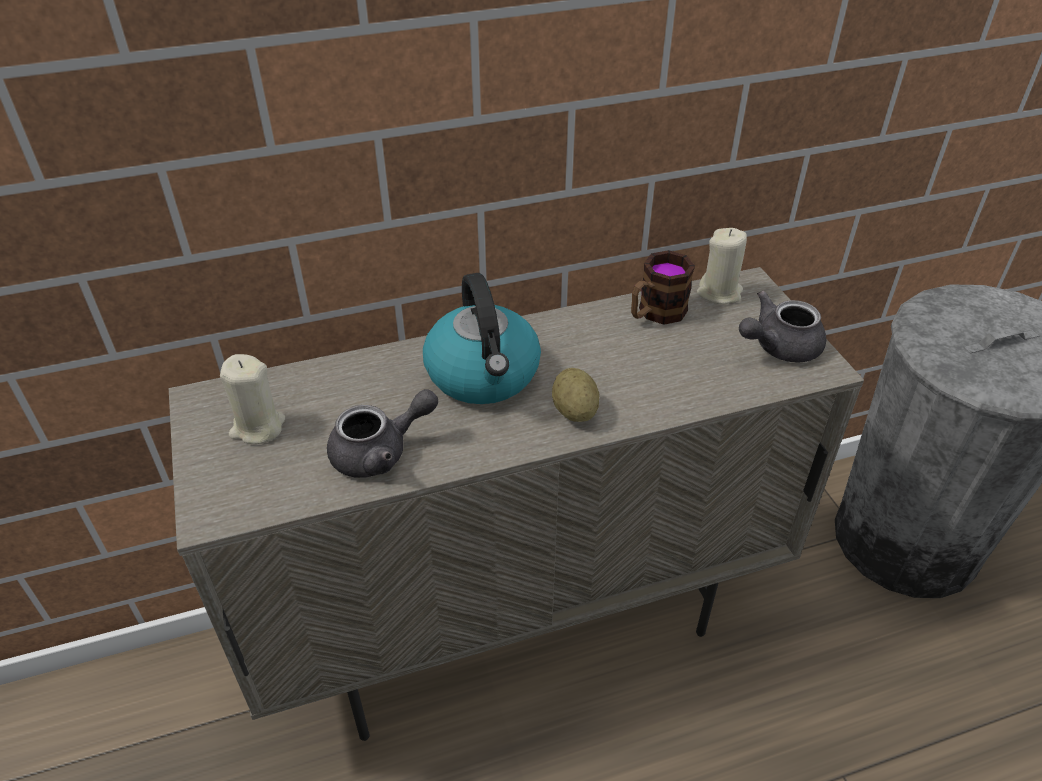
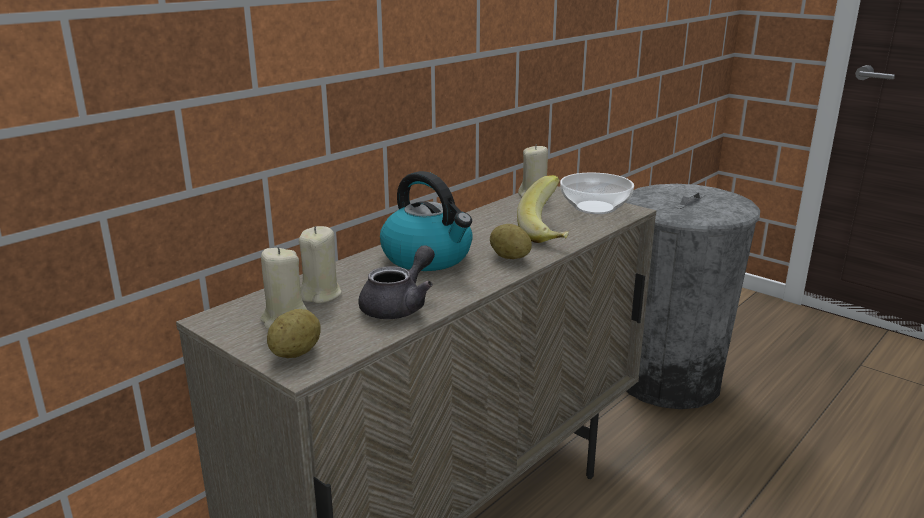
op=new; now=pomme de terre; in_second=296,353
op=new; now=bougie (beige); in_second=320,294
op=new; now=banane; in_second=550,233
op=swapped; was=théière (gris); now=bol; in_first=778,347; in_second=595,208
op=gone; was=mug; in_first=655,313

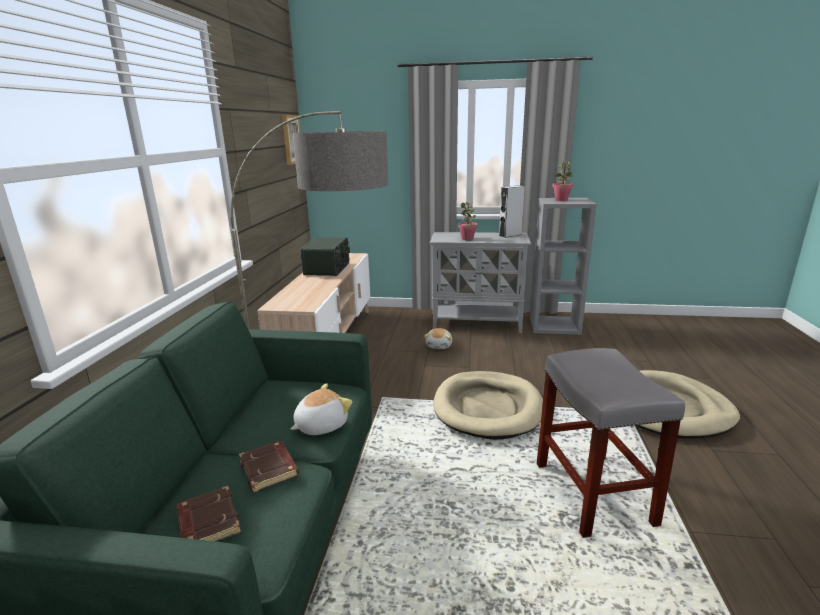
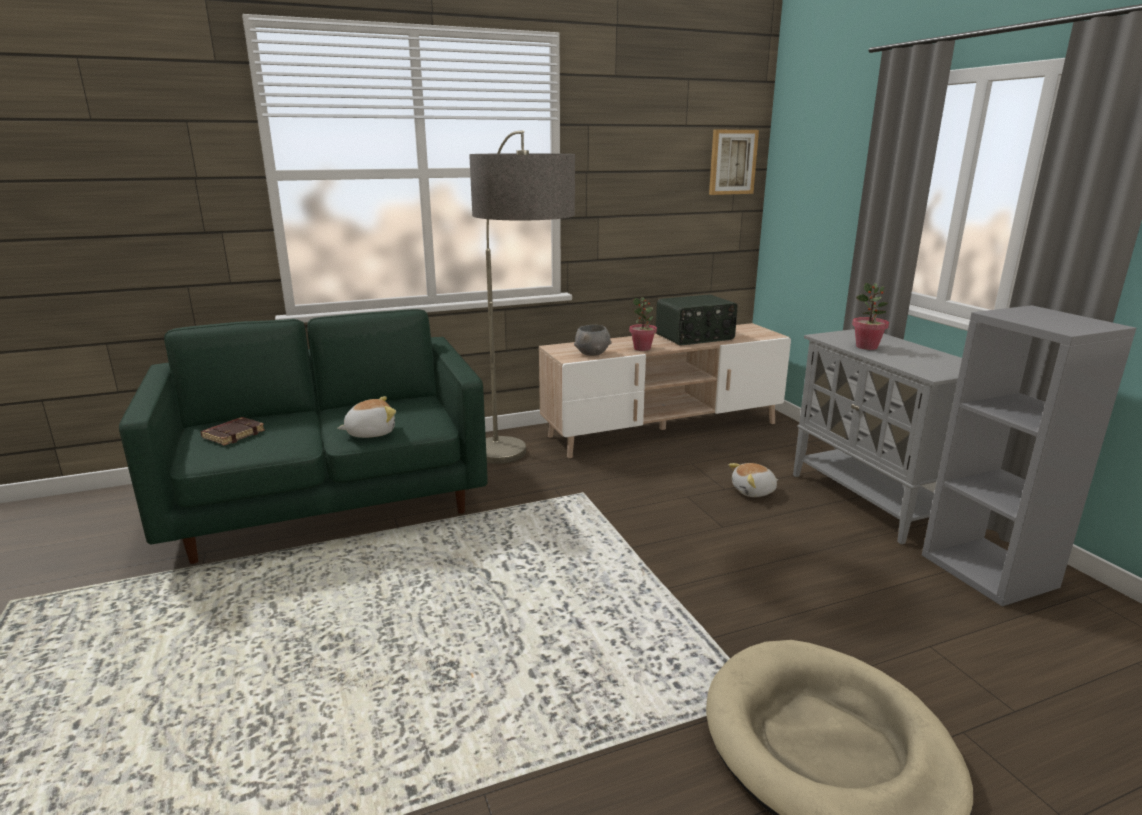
op=rotated; was=peluche; in_first=320,425; in_second=370,432; clockwise=-45
op=new; now=bol (gris); in_second=593,353
op=shifted; was=plante en pot; in_first=561,200; in_second=642,348
op=gone; was=livre (marron); in_first=270,469
op=gone; was=panier pour chien (beige); in_first=488,408
op=gone; was=enceinte (gris); in_first=510,235
op=gone; was=tabouret (gris); in_first=594,493

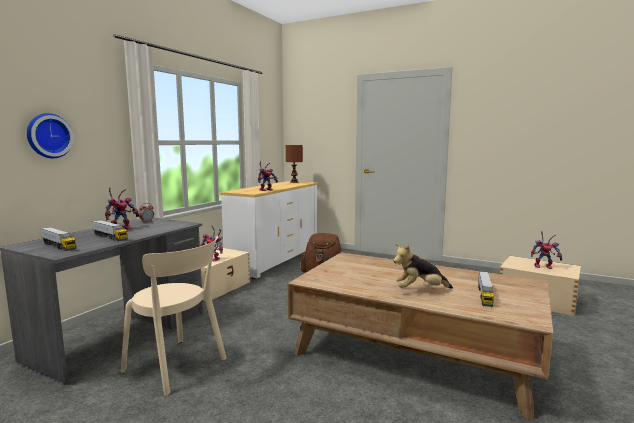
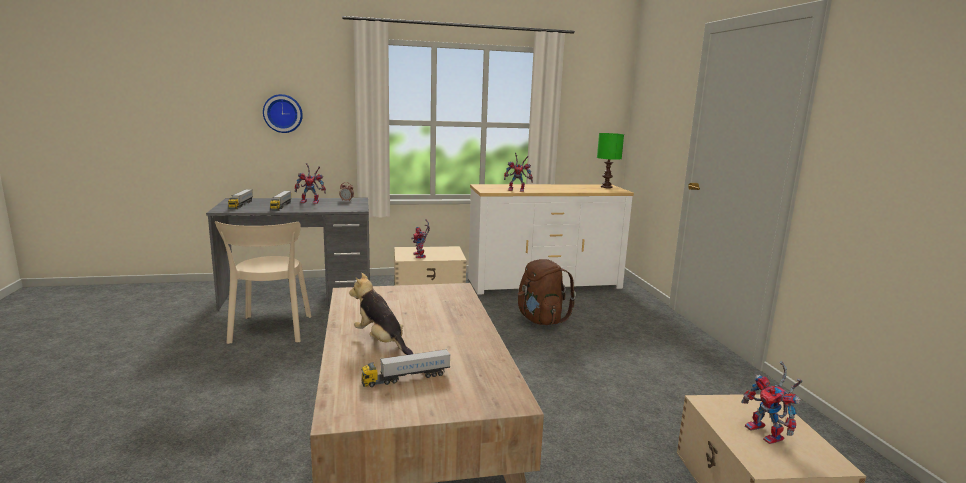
op=repainted; was=lampe de table (marron); now=lampe de table (vert); in_first=294,182; in_second=607,187

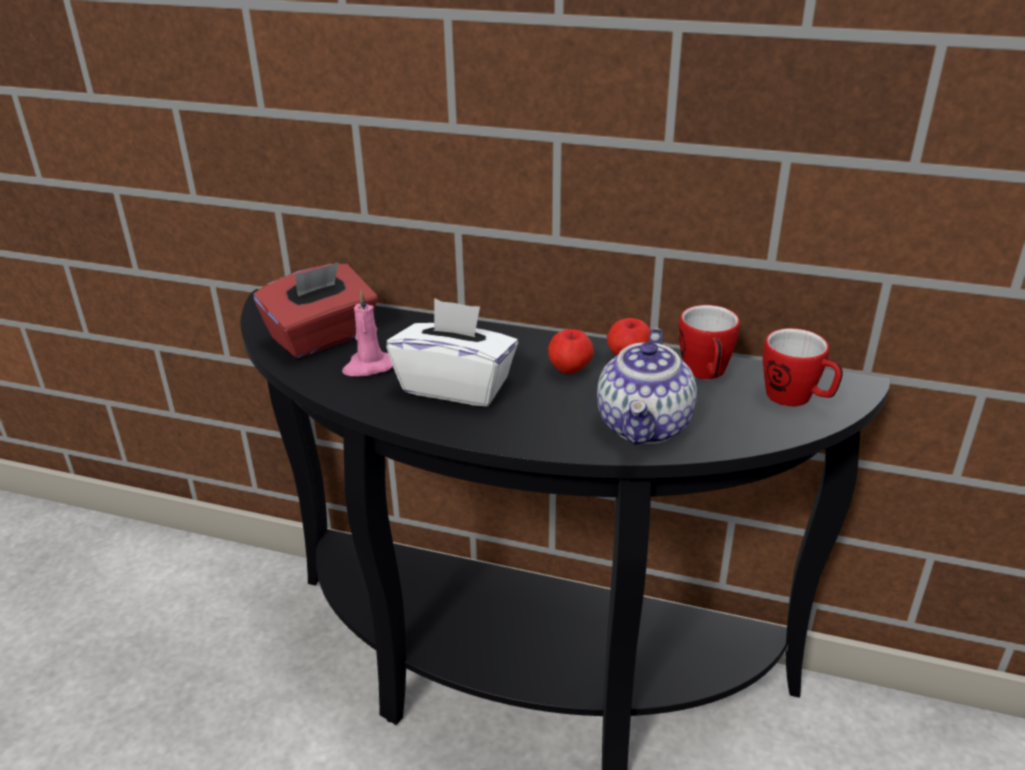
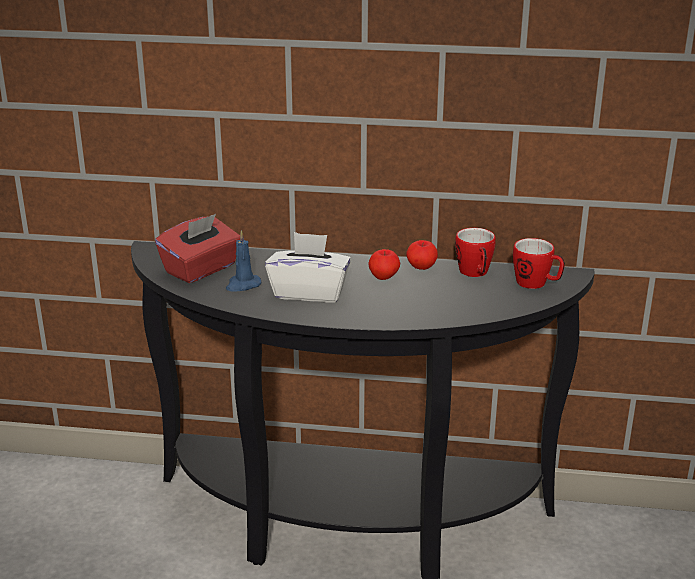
op=repainted; was=bougie (rose); now=bougie (bleu); in_first=367,367; in_second=242,285
op=gone; was=théière; in_first=645,426

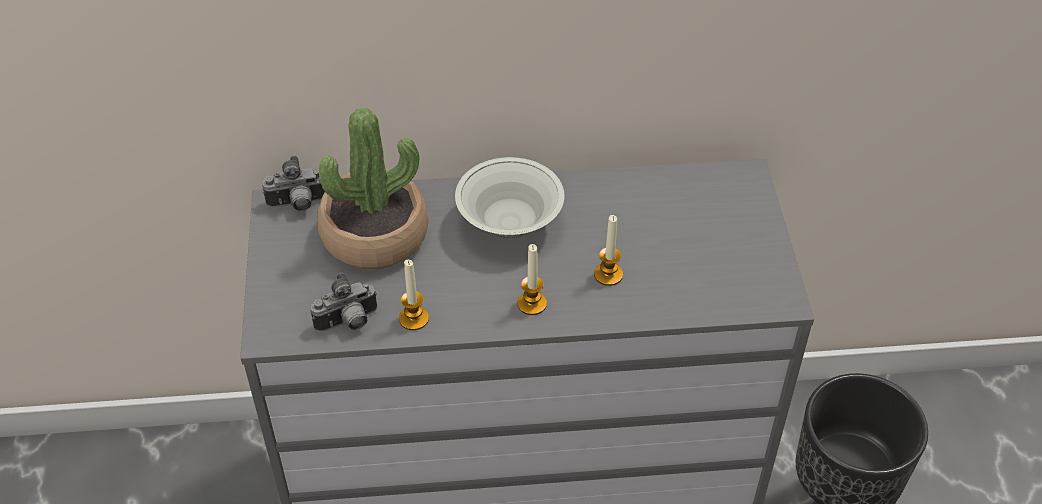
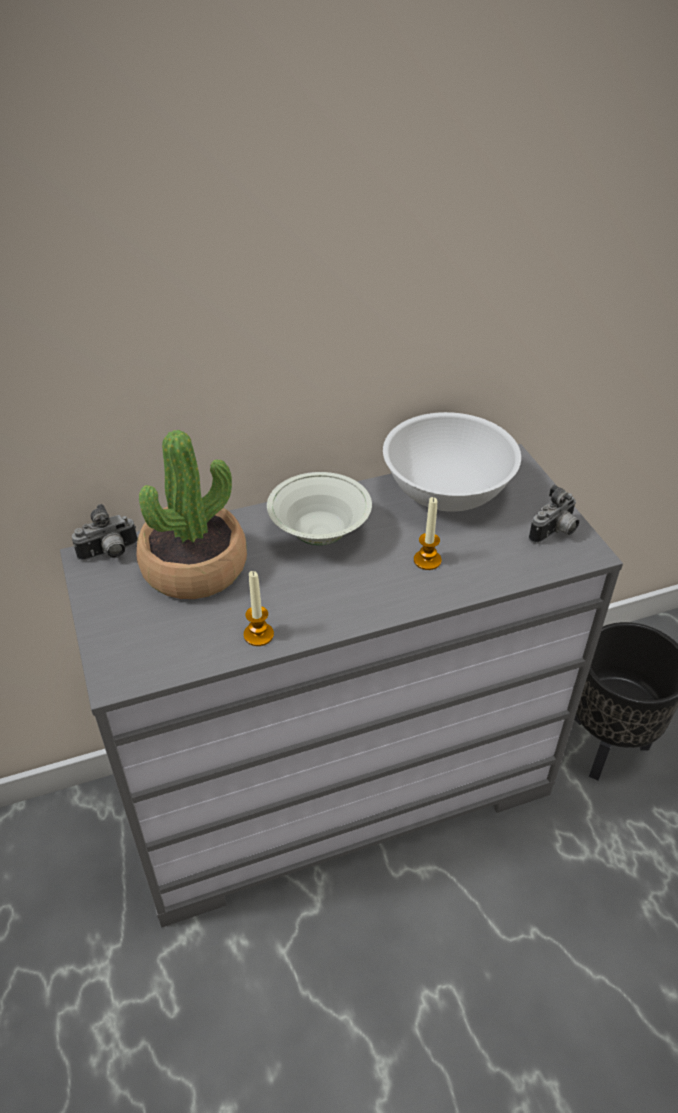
op=new; now=bol (blanc); in_second=446,490
op=shifted; was=appareil photo; in_first=348,323; in_second=555,533
op=gone; was=bougie; in_first=532,303

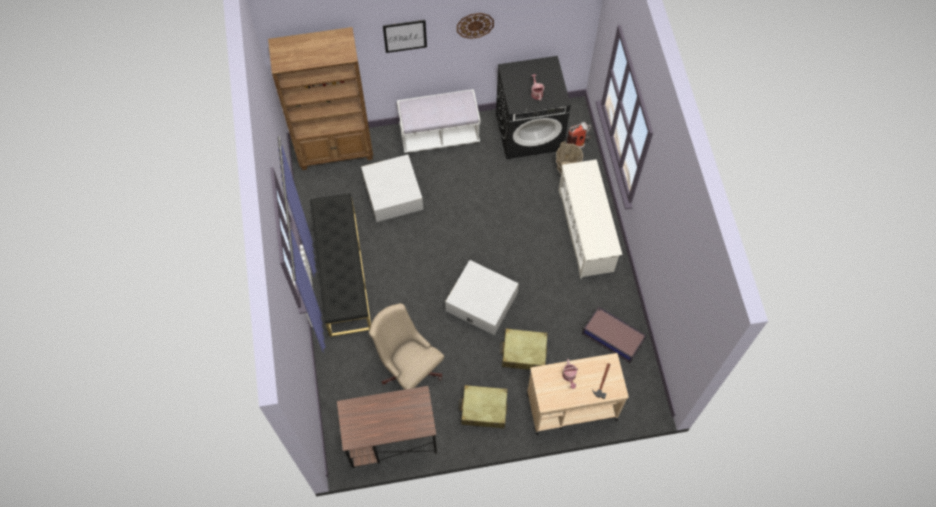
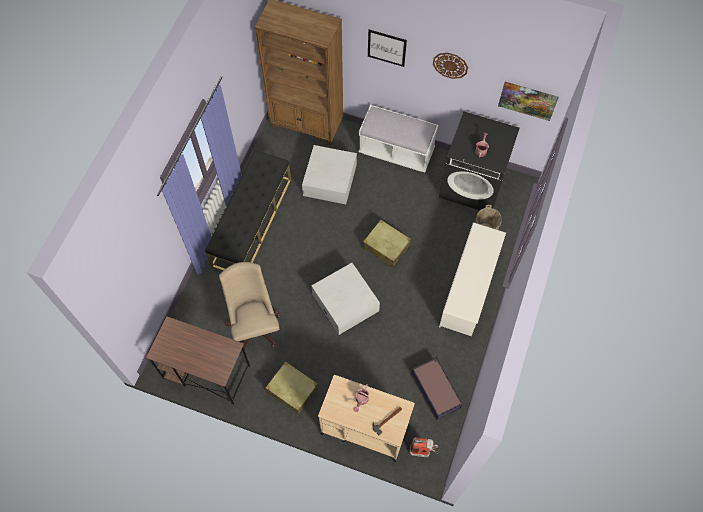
op=shifted; was=valise (beige); in_first=523,352; in_second=386,246
op=shifted; was=extincteur; in_first=578,146; in_second=423,452
op=new; now=tableau; in_second=528,100

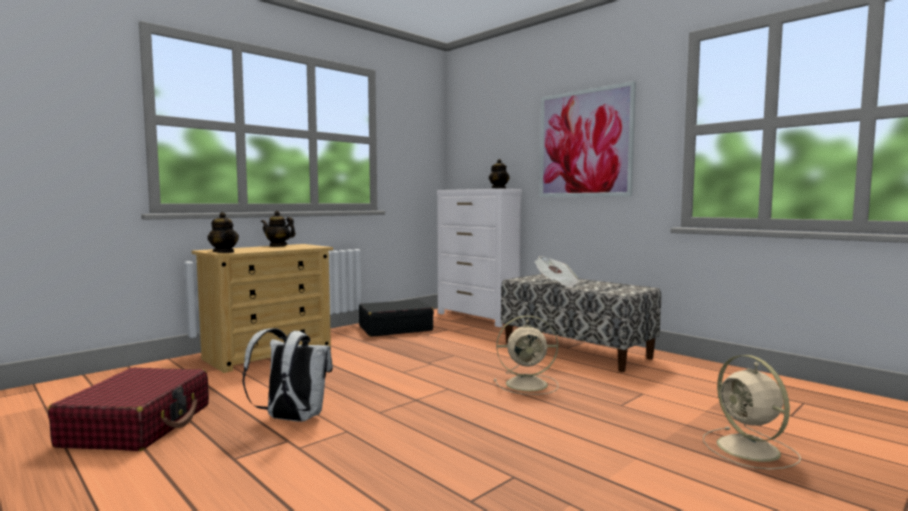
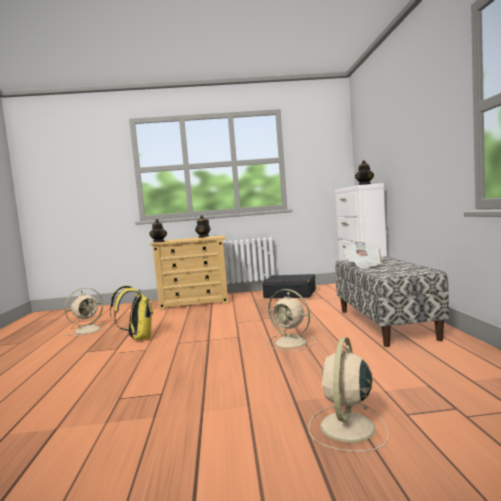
op=swapped; was=valise (rouge); now=ventilateur (beige); in_first=138,425; in_second=88,330
op=repainted; was=sac à dos (blanc); now=sac à dos (jaune); in_first=291,419; in_second=138,338
op=gone; was=tableau; in_first=584,143

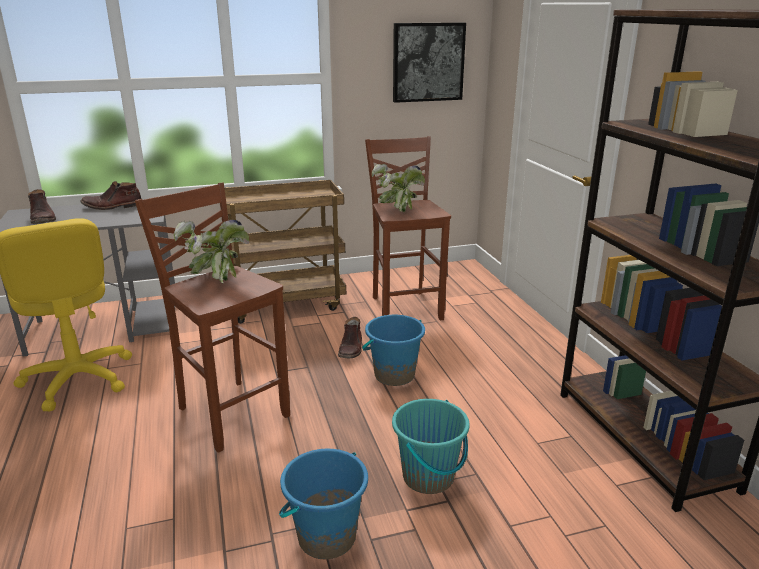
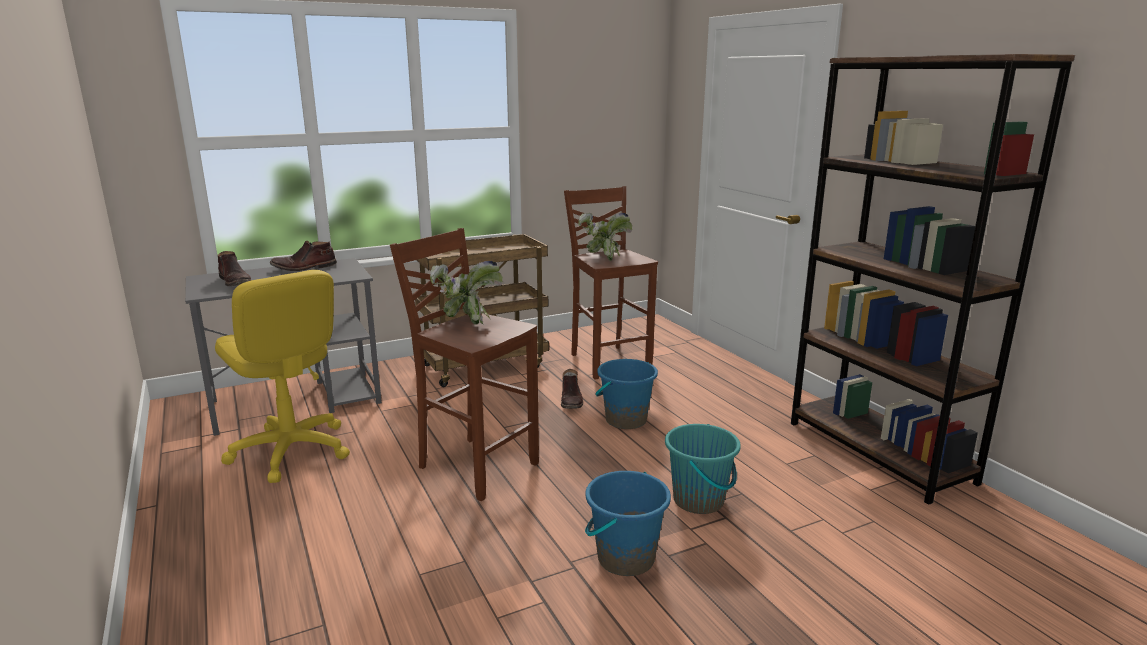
op=gone; was=tableau; in_first=428,62

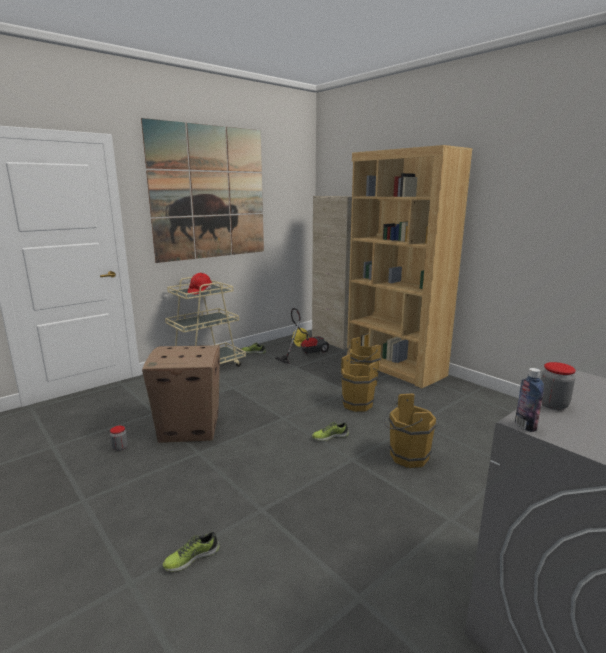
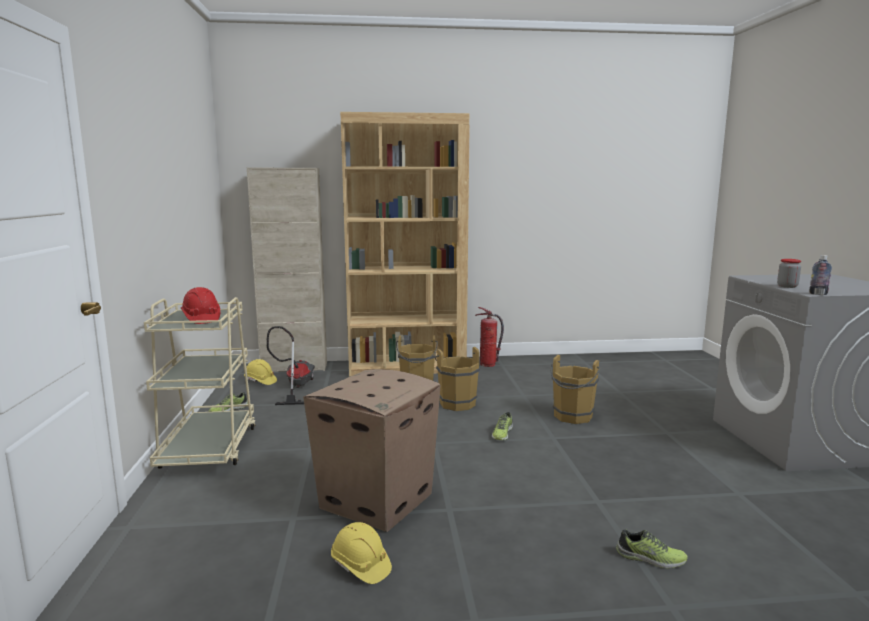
op=swapped; was=bocal; now=casque de chantier (jaune); in_first=120,447; in_second=360,566
op=new; now=extincteur; in_second=488,364
op=rotated; was=chaussure; in_first=191,557; in_second=650,558; clockwise=-75
op=gone; was=tableau; in_first=209,193

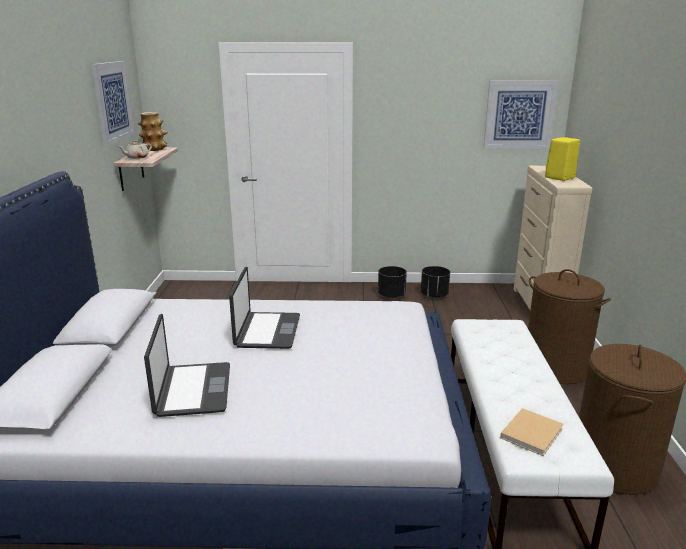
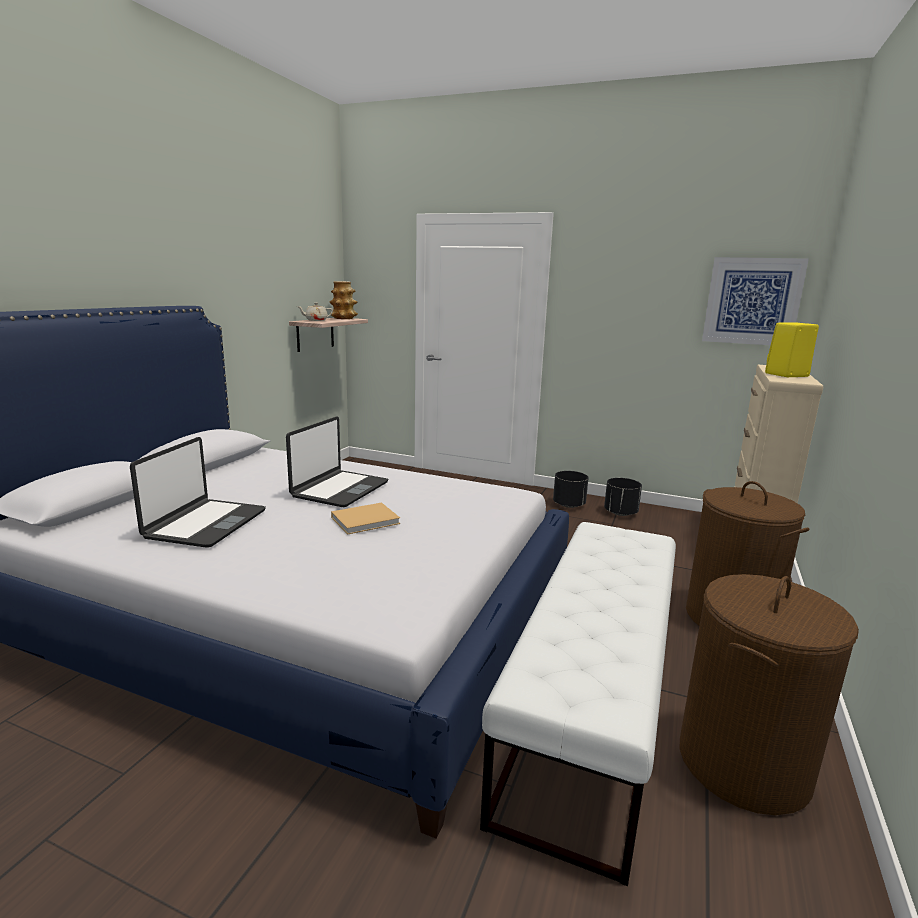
op=shifted; was=livre (beige); in_first=532,432; in_second=367,520
op=gone; was=tableau; in_first=112,102

